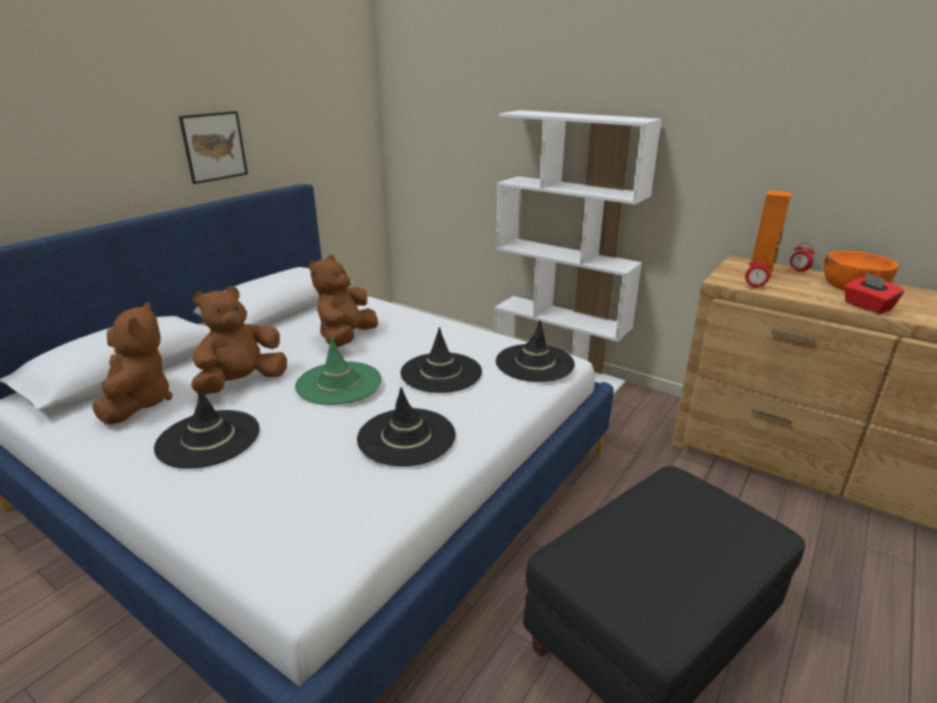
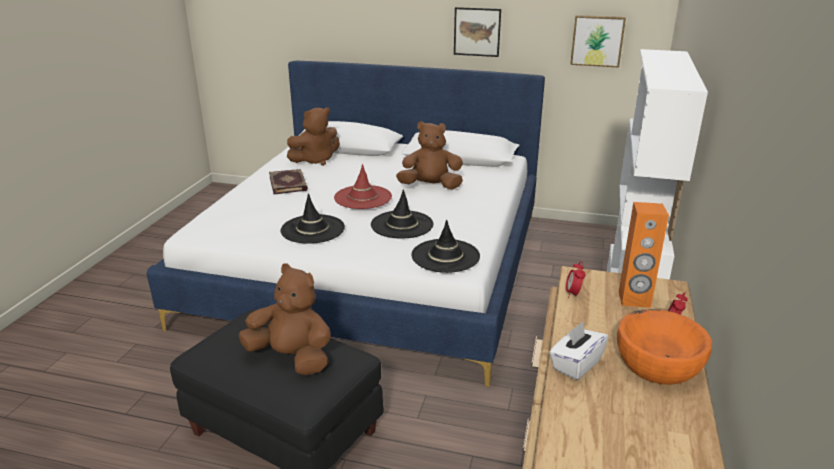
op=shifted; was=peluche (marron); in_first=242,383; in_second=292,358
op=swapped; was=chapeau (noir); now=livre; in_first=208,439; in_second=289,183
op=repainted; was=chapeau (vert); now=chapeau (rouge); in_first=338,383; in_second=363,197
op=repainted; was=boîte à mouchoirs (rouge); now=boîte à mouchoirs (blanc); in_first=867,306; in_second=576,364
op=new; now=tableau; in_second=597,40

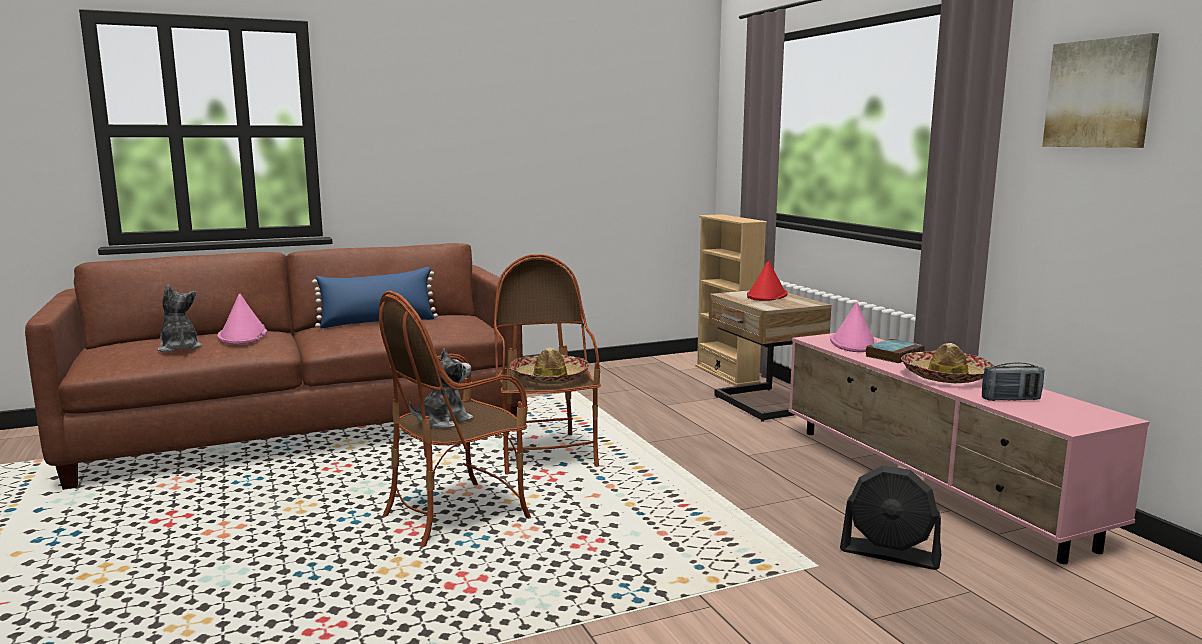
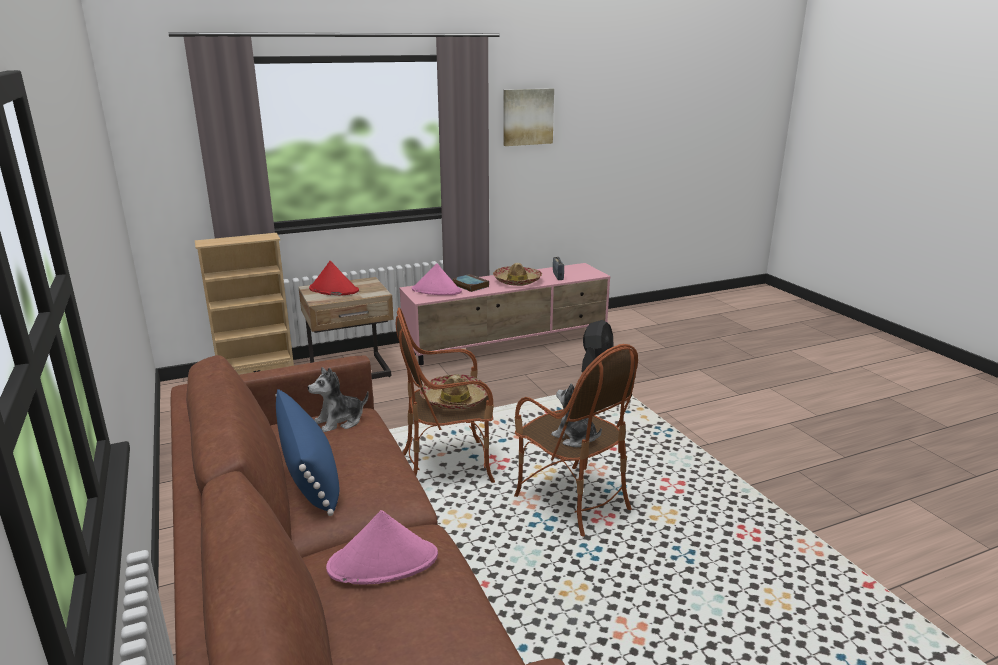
op=shifted; was=peluche; in_first=179,348; in_second=340,421

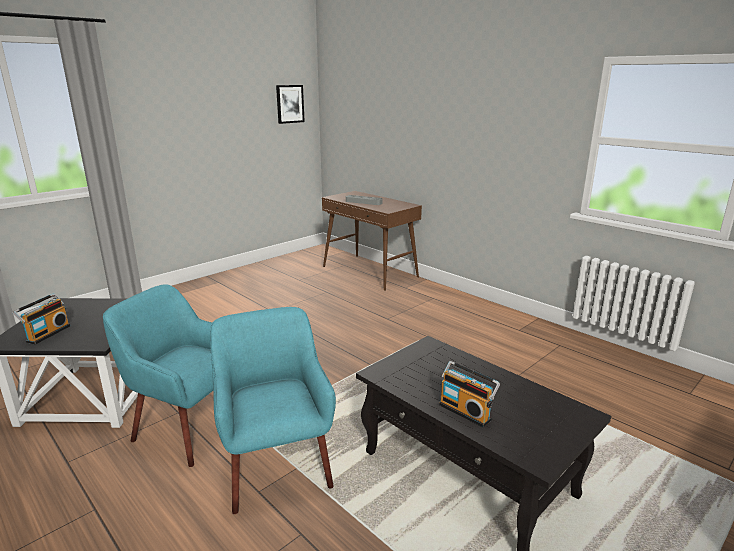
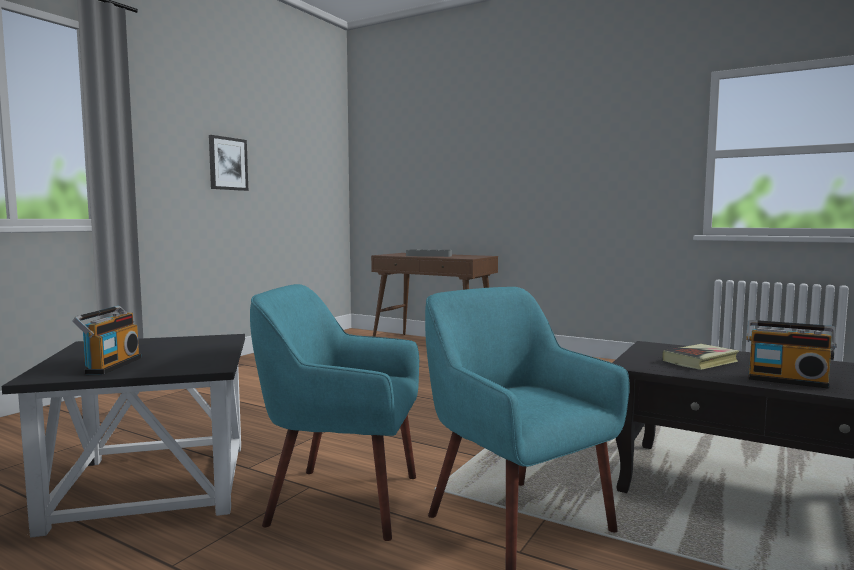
op=shifted; was=tableau; in_first=290,104; in_second=228,163
op=new; now=livre; in_second=700,361

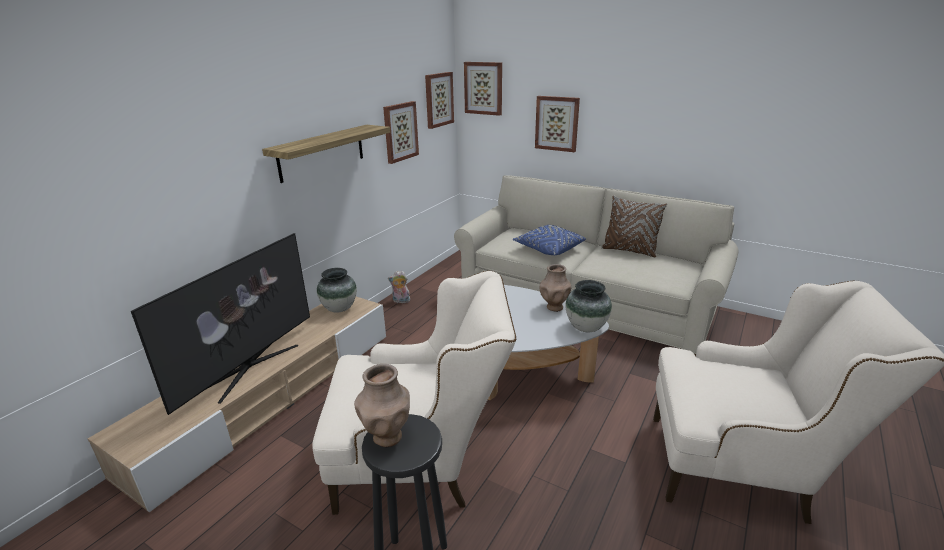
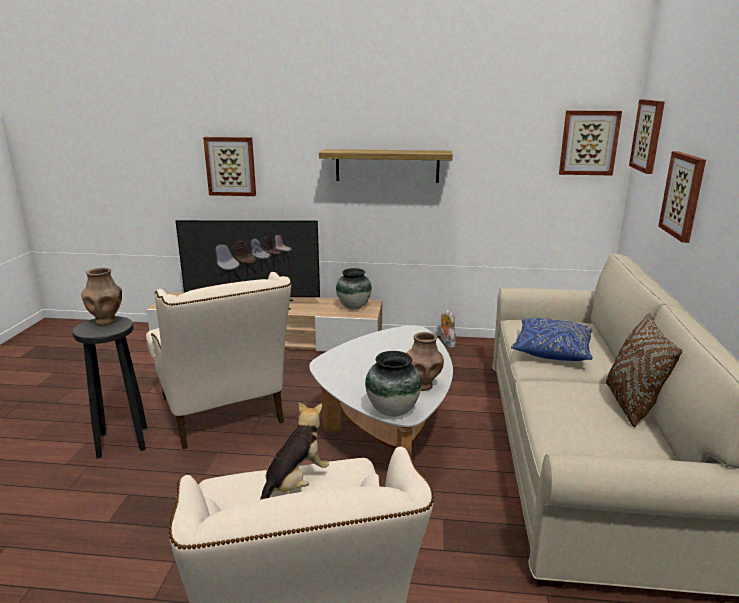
op=shifted; was=tableau; in_first=400,132; in_second=231,166
op=new; now=peluche; in_second=295,484

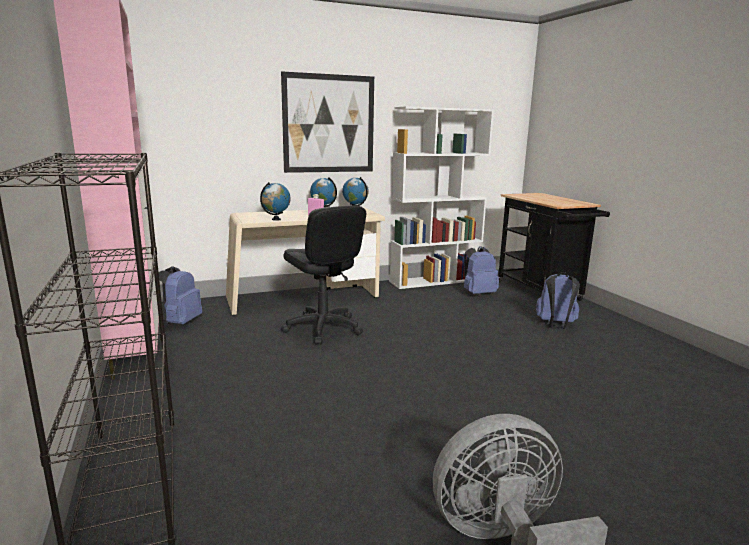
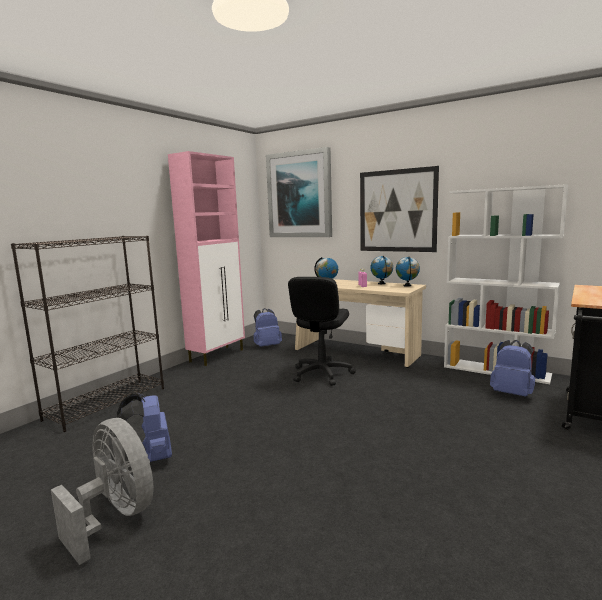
op=shifted; was=sac à dos (bleu); in_first=555,325; in_second=151,458
op=new; now=tableau; in_second=300,195

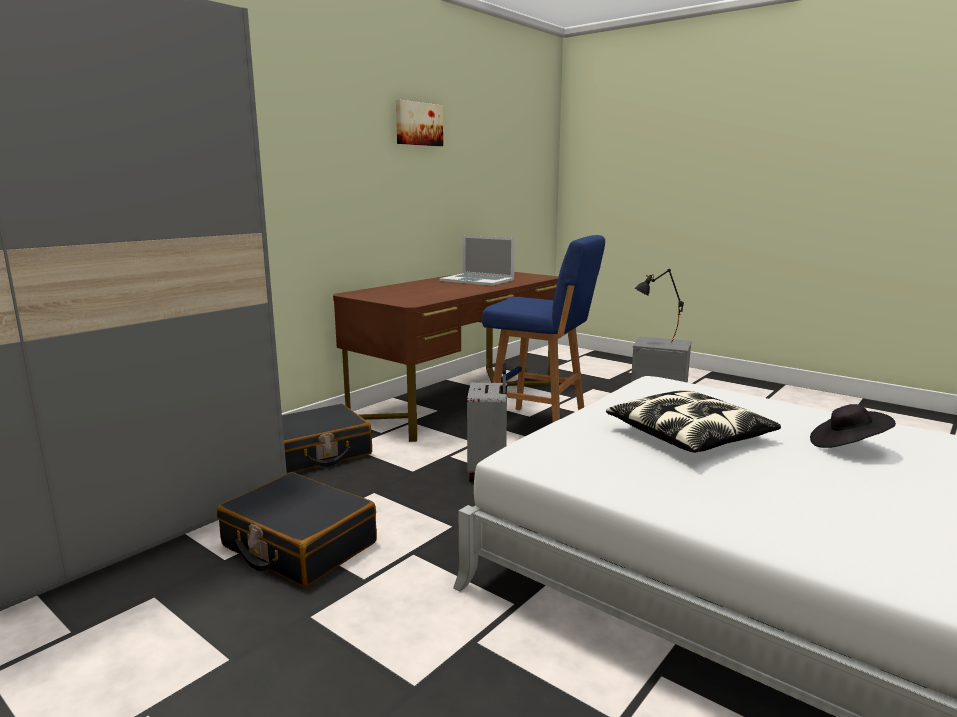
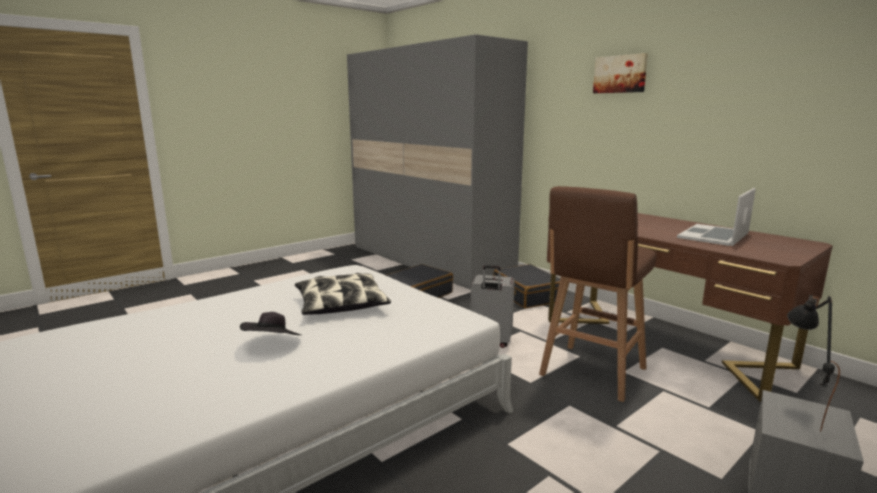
op=repainted; was=tabouret (bleu); now=tabouret (marron); in_first=540,427; in_second=591,373
op=shifted; was=tableau; in_first=418,124; in_second=620,74

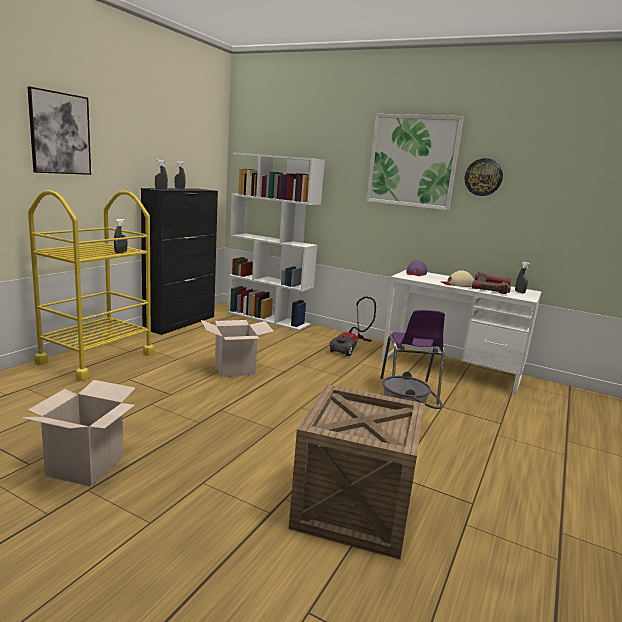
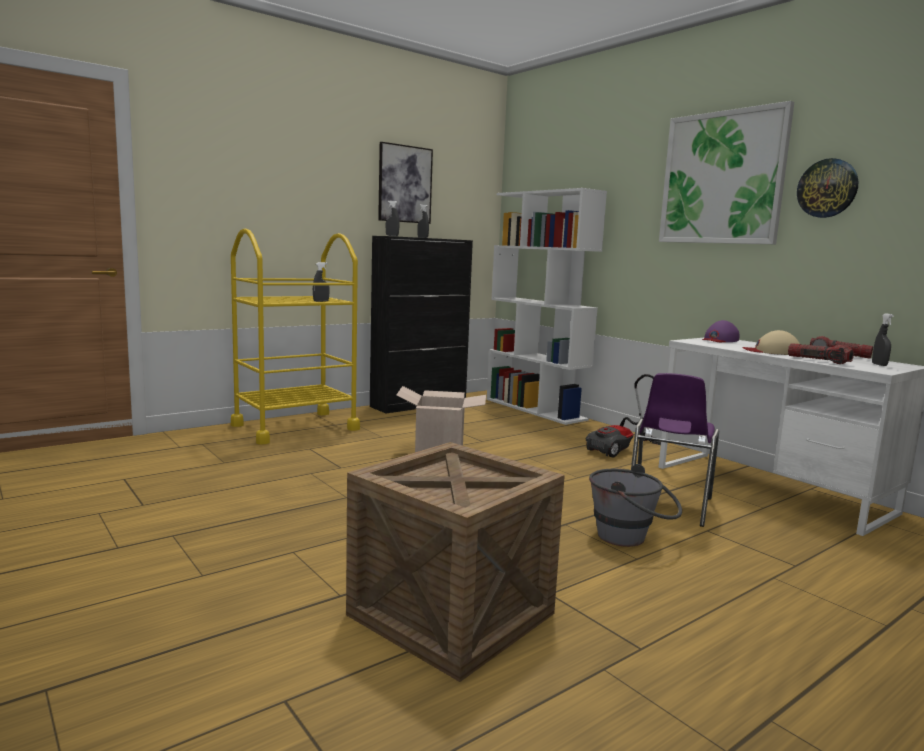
op=shifted; was=tableau; in_first=60,133; in_second=405,184
op=gone; was=carton; in_first=86,466

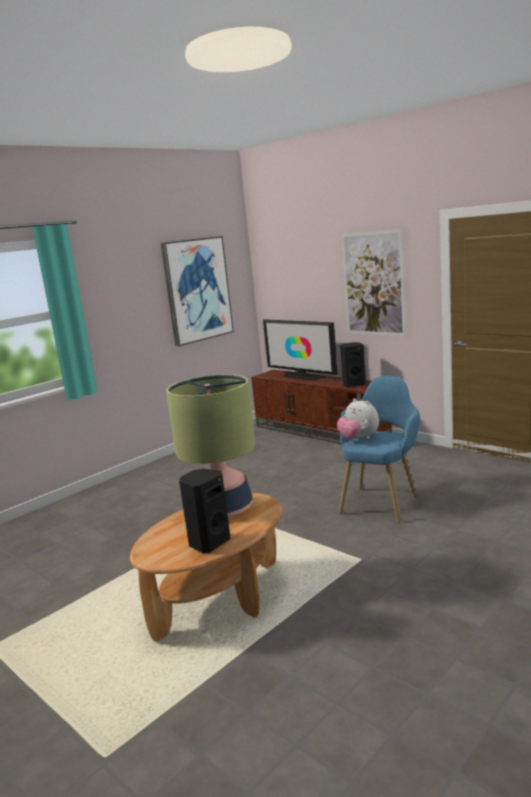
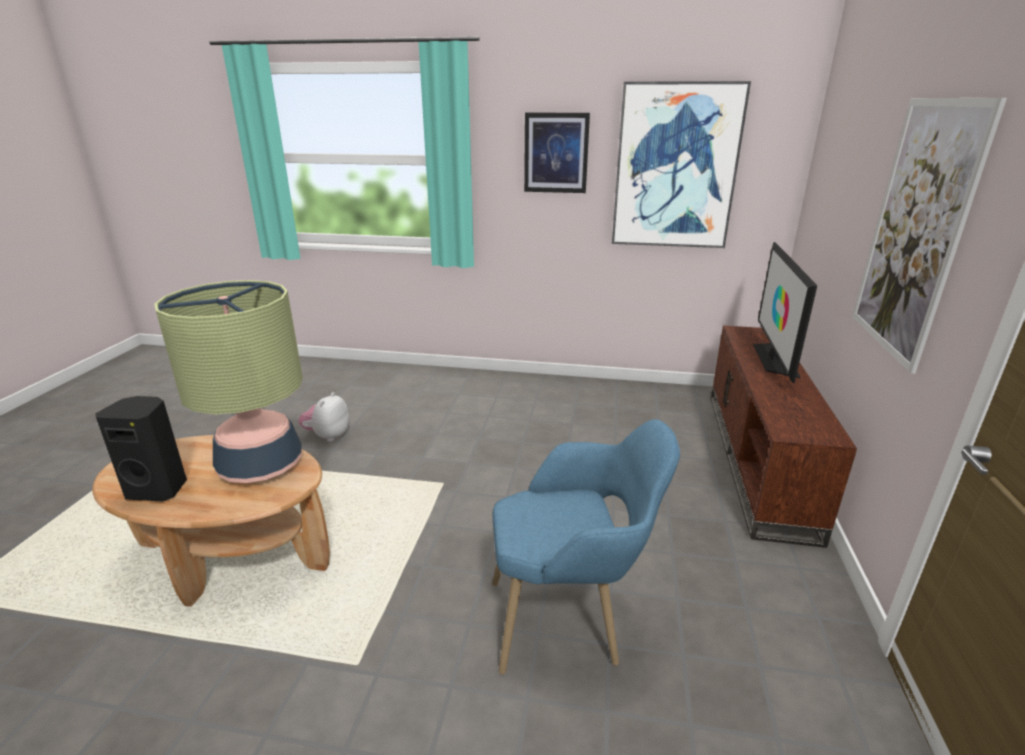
op=shifted; was=peluche; in_first=359,439; in_second=328,436
op=new; now=tableau; in_second=556,153
op=gone; was=enceinte (noir); in_first=353,384

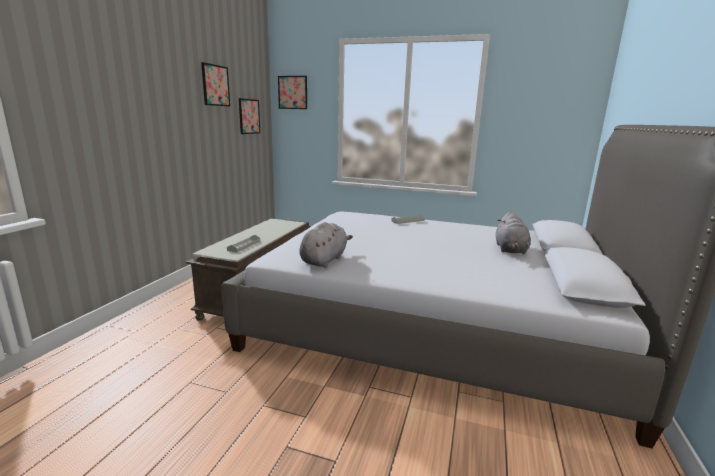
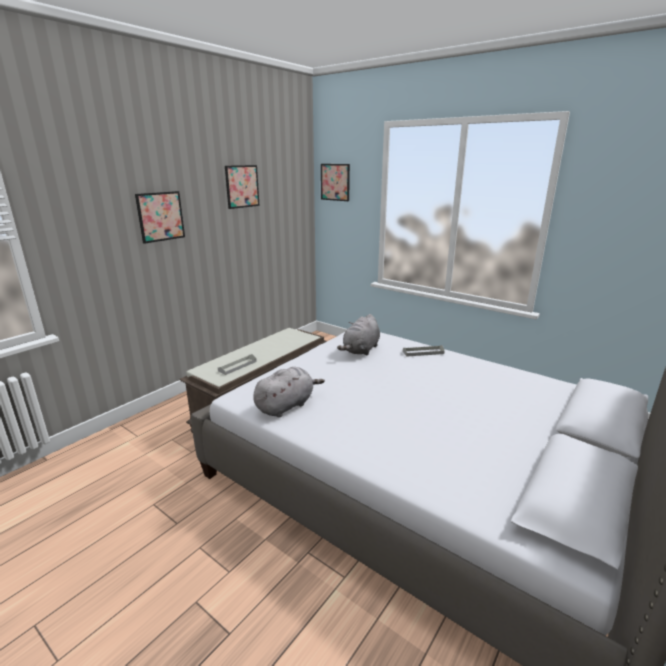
op=shifted; was=tableau; in_first=249,116; in_second=160,216
op=shifted; was=peluche (gris); in_first=510,250; in_second=361,350

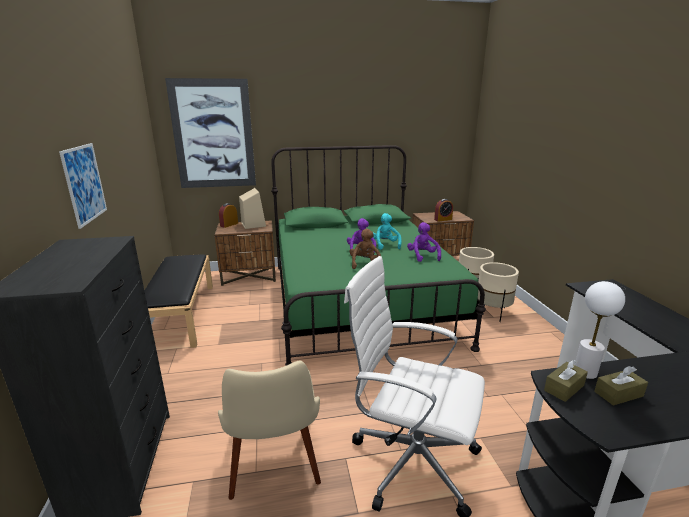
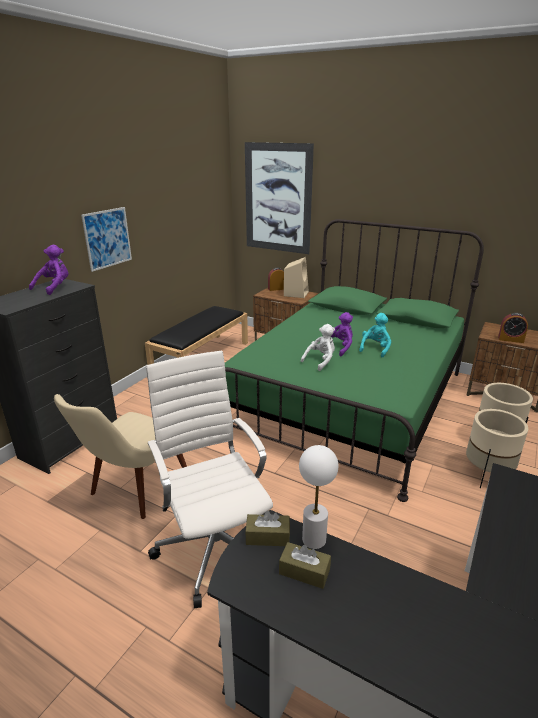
op=shifted; was=peluche (violet); in_first=422,256; in_second=54,287
op=repainted; was=peluche (marron); now=peluche (blanc); in_first=365,264; in_second=320,361

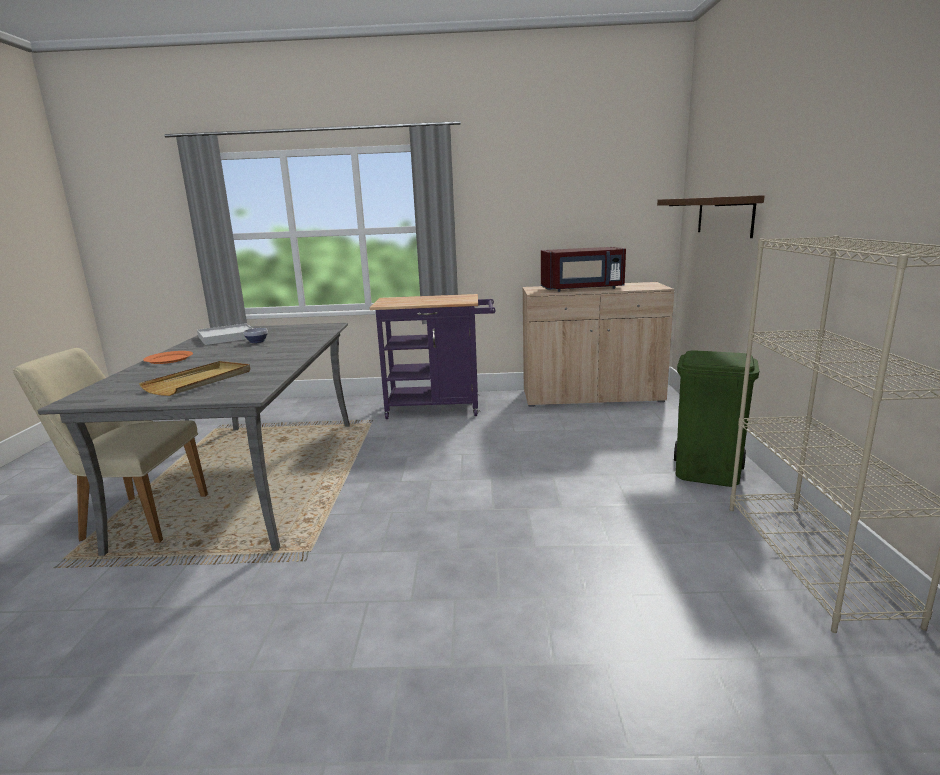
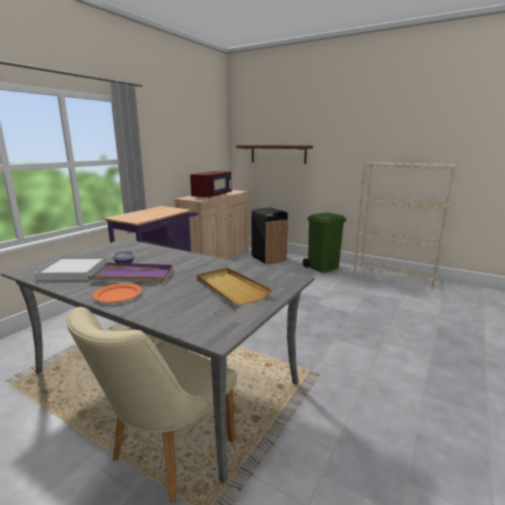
op=new; now=plateau (violet); in_second=133,276
op=new; now=poubelle (noir); in_second=268,259

